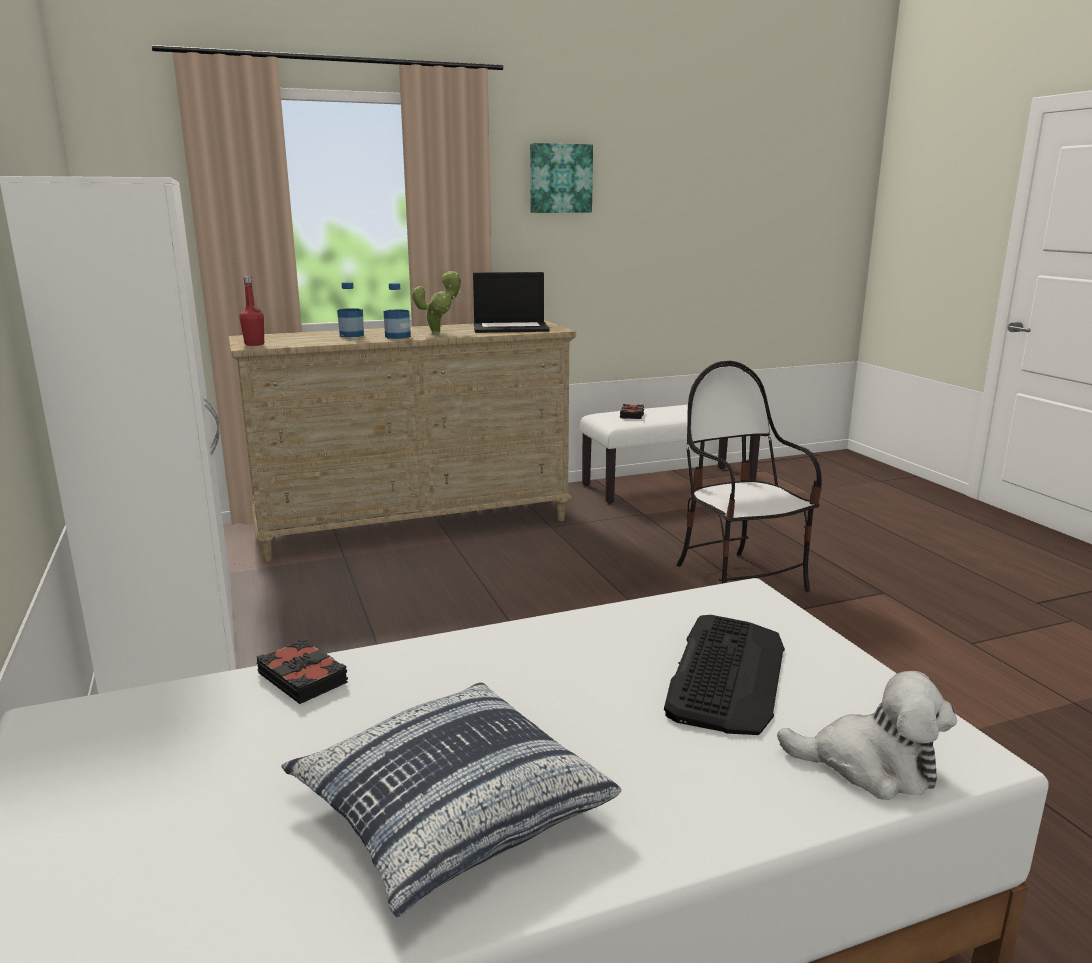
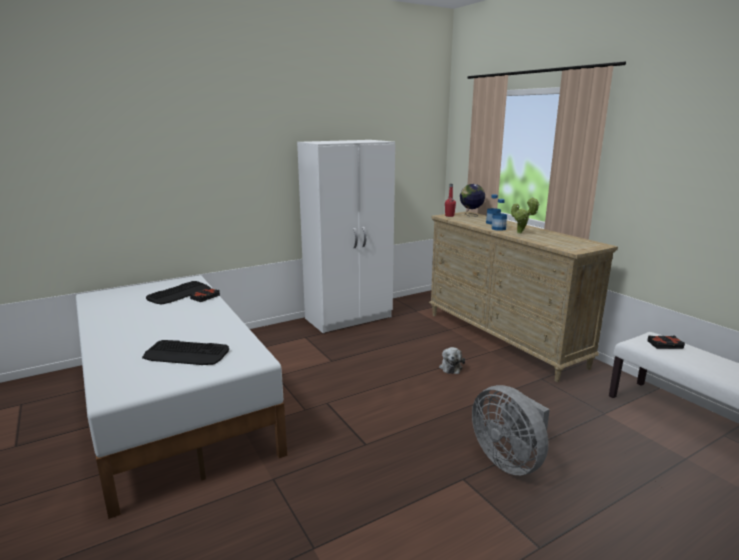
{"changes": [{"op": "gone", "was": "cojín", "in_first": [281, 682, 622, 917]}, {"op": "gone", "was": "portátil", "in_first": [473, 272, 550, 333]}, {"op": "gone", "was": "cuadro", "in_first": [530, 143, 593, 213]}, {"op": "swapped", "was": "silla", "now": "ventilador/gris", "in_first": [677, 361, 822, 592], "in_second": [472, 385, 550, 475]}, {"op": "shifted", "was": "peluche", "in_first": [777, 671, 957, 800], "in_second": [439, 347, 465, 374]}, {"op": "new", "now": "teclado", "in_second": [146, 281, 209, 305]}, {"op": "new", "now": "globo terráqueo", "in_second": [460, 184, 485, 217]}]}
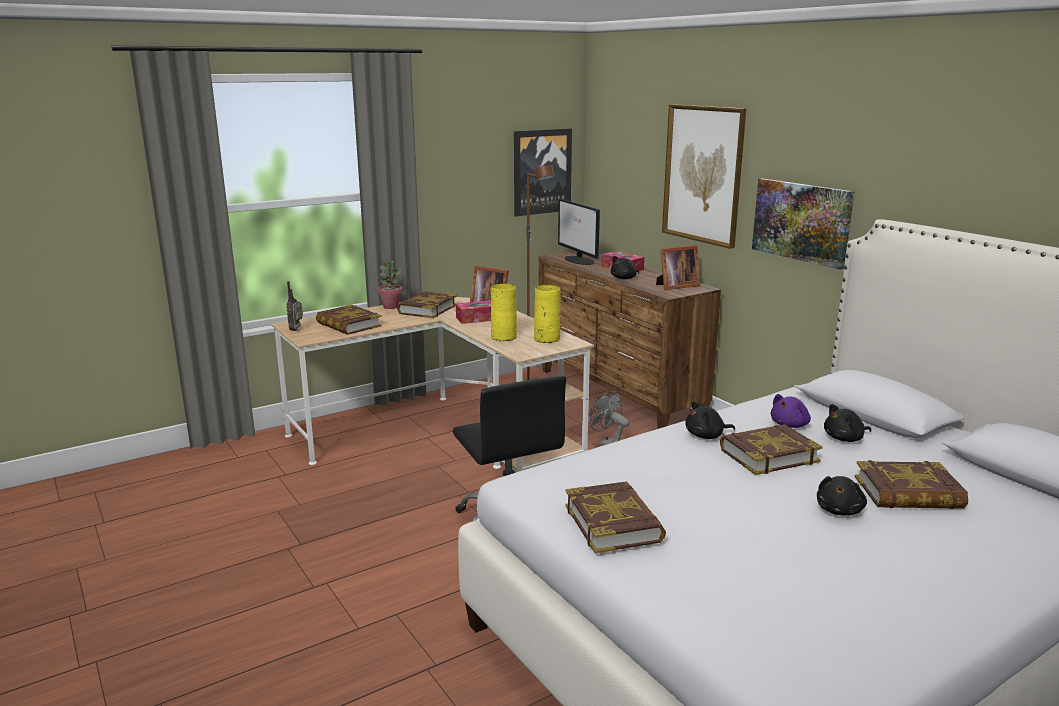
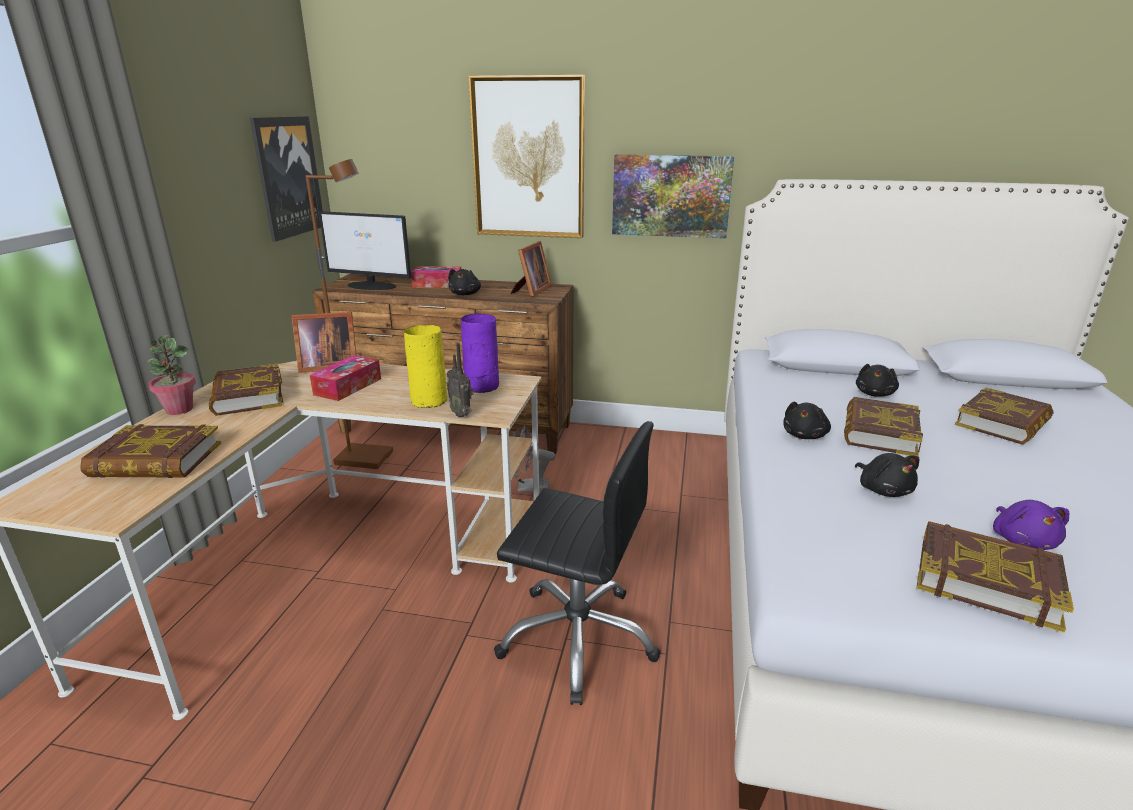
{"changes": [{"op": "shifted", "was": "radio", "in_first": [286, 281, 303, 331], "in_second": [446, 343, 474, 418]}, {"op": "repainted", "was": "florero/amarillo", "now": "florero/morado", "in_first": [534, 285, 561, 343], "in_second": [461, 314, 499, 393]}, {"op": "shifted", "was": "peluche/morado", "in_first": [770, 394, 811, 428], "in_second": [993, 500, 1069, 550]}, {"op": "shifted", "was": "peluche/negro", "in_first": [817, 476, 867, 515], "in_second": [855, 453, 920, 497]}]}
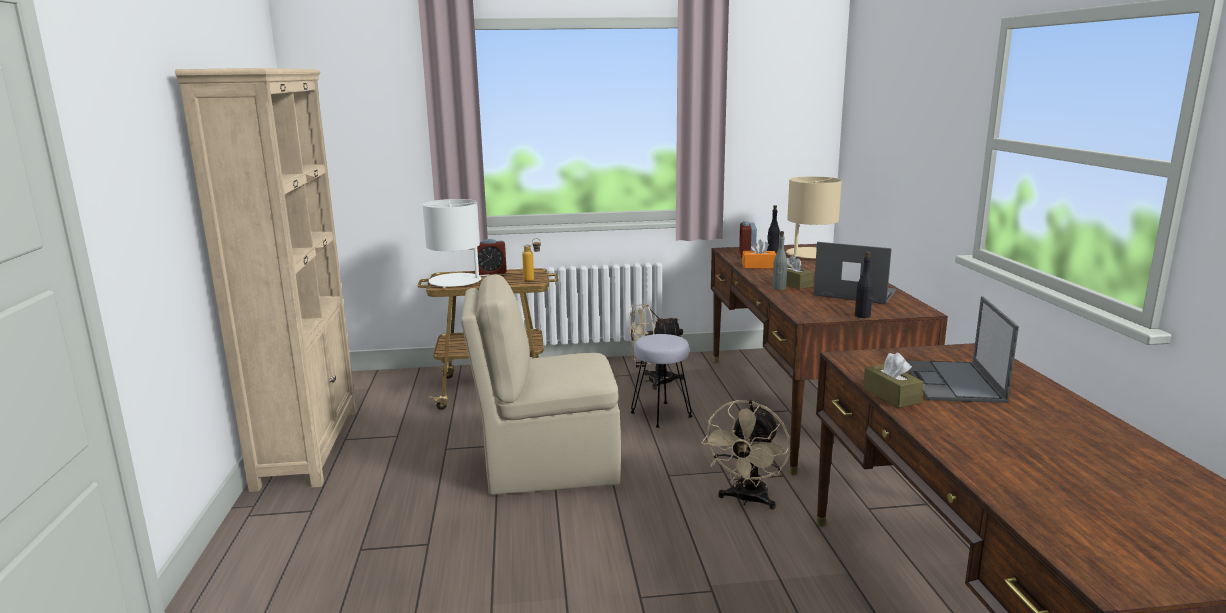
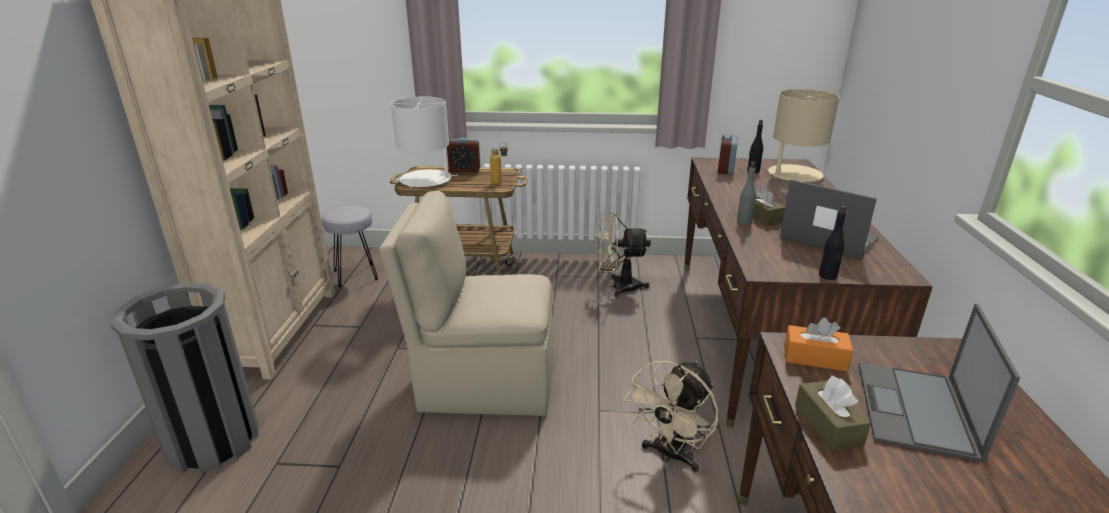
{"changes": [{"op": "shifted", "was": "taburete/gris", "in_first": [630, 334, 692, 428], "in_second": [322, 206, 378, 287]}, {"op": "shifted", "was": "caja de pañuelos/naranja", "in_first": [742, 240, 776, 268], "in_second": [784, 317, 853, 371]}, {"op": "new", "now": "papelera/gris", "in_second": [110, 283, 258, 473]}]}
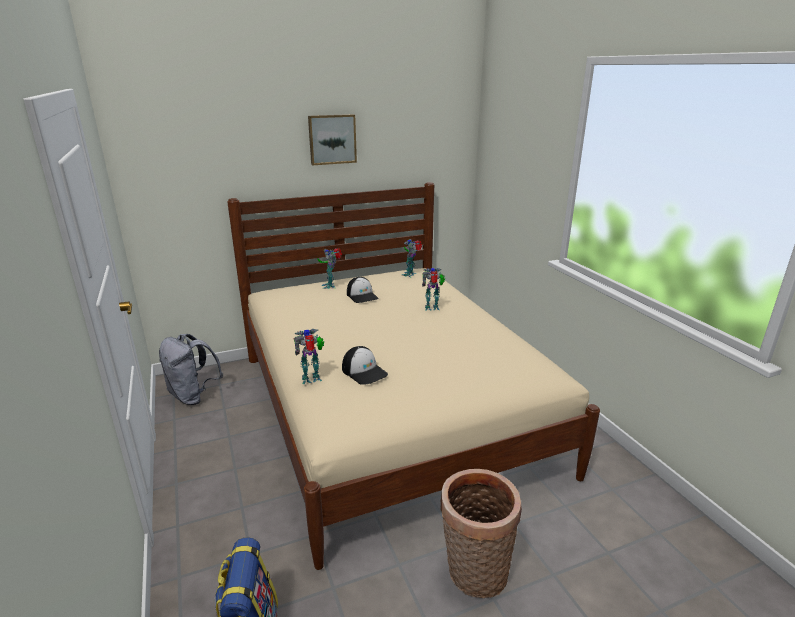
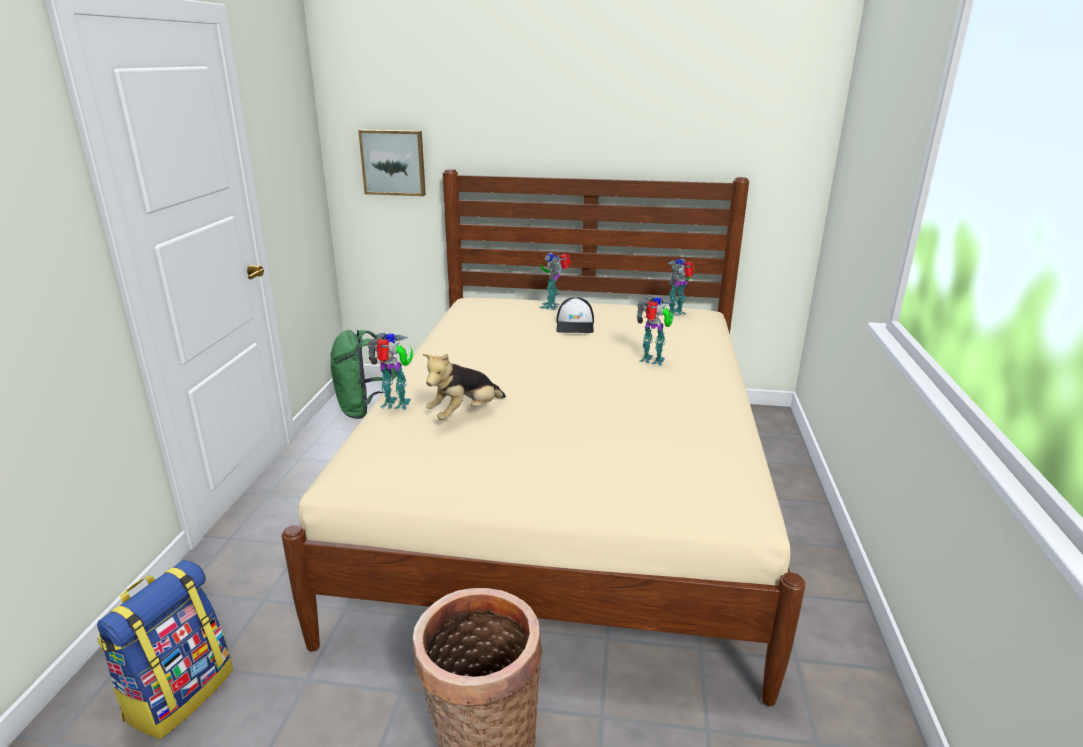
{"changes": [{"op": "repainted", "was": "mochila/gris", "now": "mochila/verde", "in_first": [159, 334, 223, 405], "in_second": [331, 330, 397, 419]}, {"op": "shifted", "was": "cuadro", "in_first": [308, 114, 357, 165], "in_second": [358, 129, 426, 196]}, {"op": "swapped", "was": "gorra", "now": "peluche", "in_first": [342, 346, 388, 385], "in_second": [423, 353, 506, 420]}]}
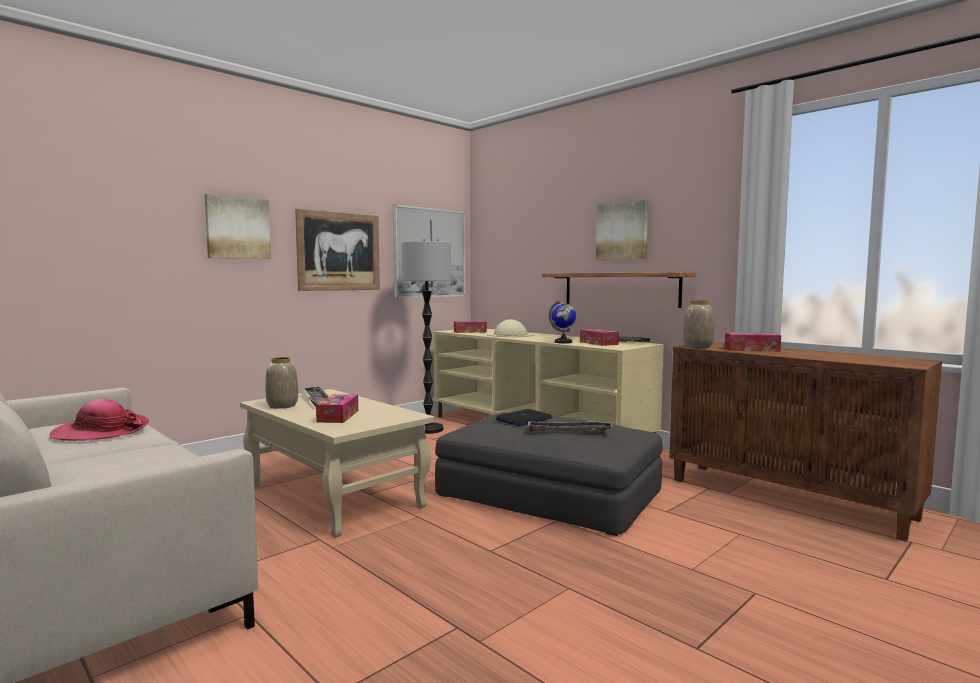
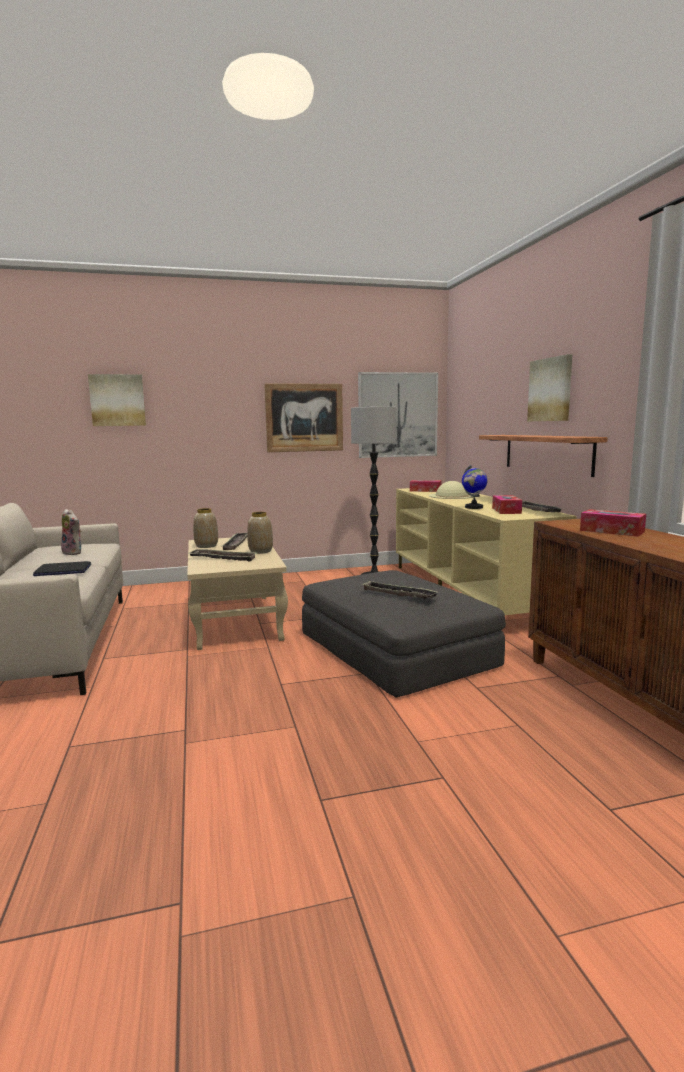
{"changes": [{"op": "swapped", "was": "sombrero", "now": "peluche", "in_first": [49, 399, 149, 441], "in_second": [61, 509, 81, 555]}, {"op": "shifted", "was": "cuadro", "in_first": [205, 194, 271, 259], "in_second": [88, 374, 146, 426]}, {"op": "swapped", "was": "caja de pañuelos", "now": "bandeja", "in_first": [316, 394, 358, 423], "in_second": [188, 549, 257, 562]}, {"op": "shifted", "was": "portátil", "in_first": [496, 409, 552, 426], "in_second": [33, 561, 91, 576]}, {"op": "shifted", "was": "florero", "in_first": [683, 300, 714, 348], "in_second": [247, 512, 273, 554]}]}
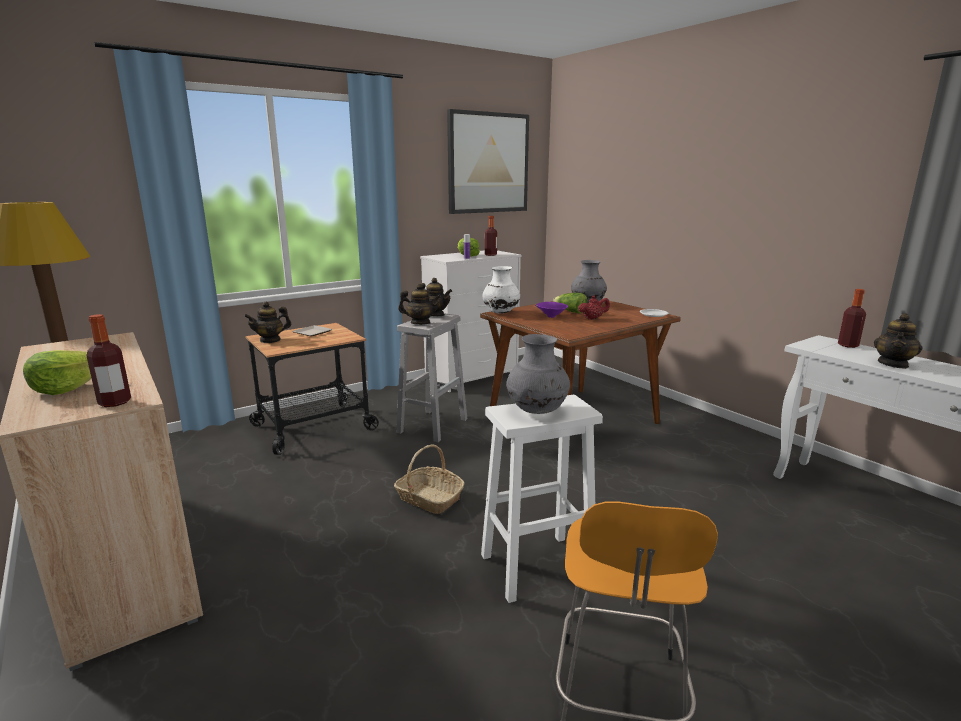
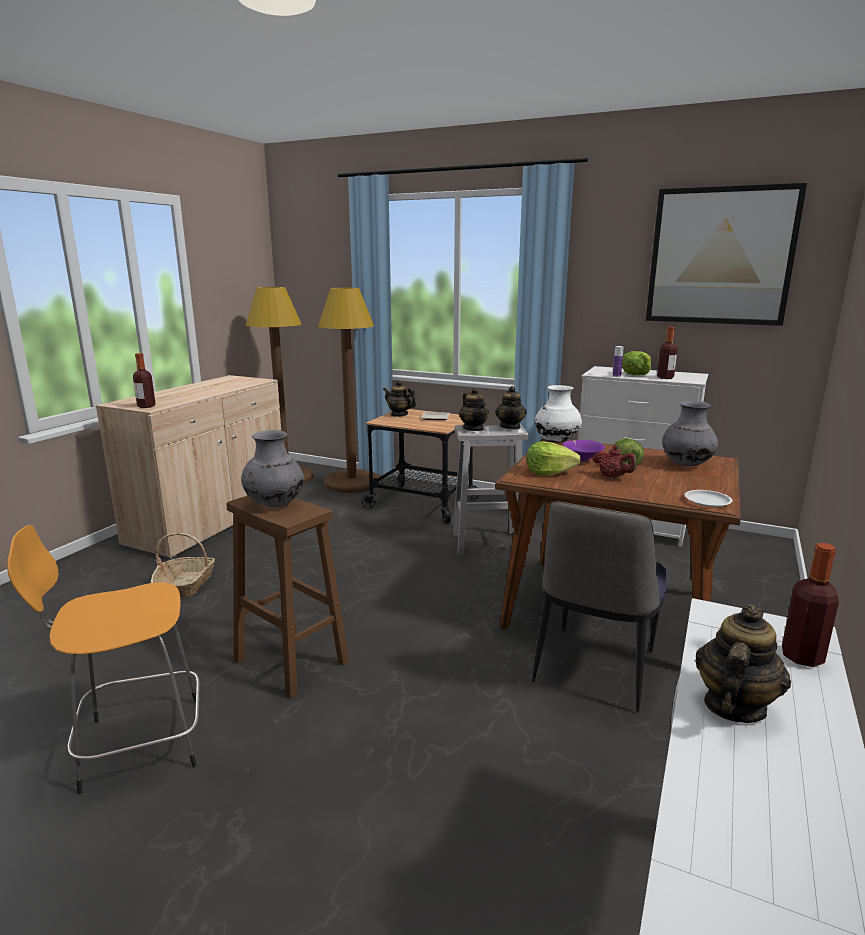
{"changes": [{"op": "shifted", "was": "lechuga", "in_first": [23, 350, 92, 395], "in_second": [527, 441, 581, 476]}, {"op": "shifted", "was": "cesta", "in_first": [394, 445, 465, 514], "in_second": [151, 533, 215, 597]}, {"op": "repainted", "was": "taburete/blanco", "now": "taburete/marrón", "in_first": [481, 395, 603, 603], "in_second": [226, 496, 349, 698]}, {"op": "rotated", "was": "tetera", "in_first": [874, 313, 922, 369], "in_second": [695, 604, 791, 723], "clockwise": 120}, {"op": "new", "now": "lámpara de pie/marrón", "in_second": [318, 288, 380, 493]}, {"op": "new", "now": "silla", "in_second": [532, 502, 668, 712]}]}
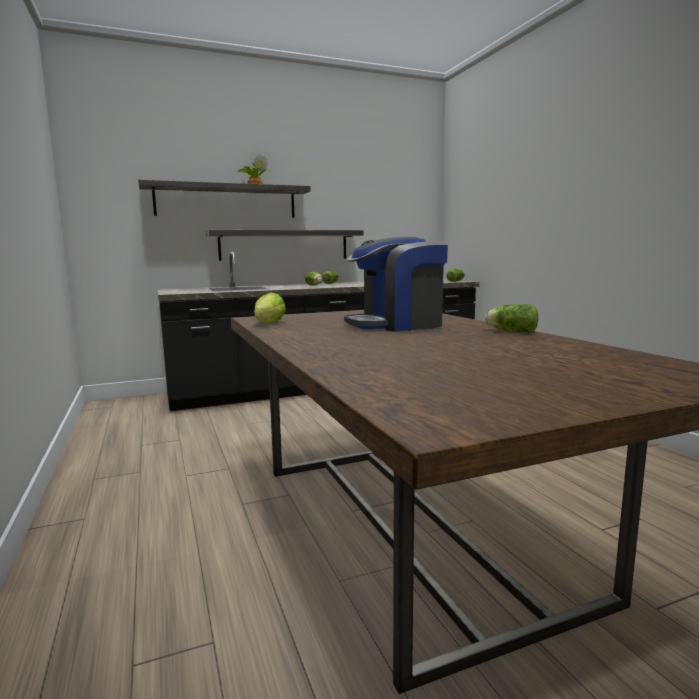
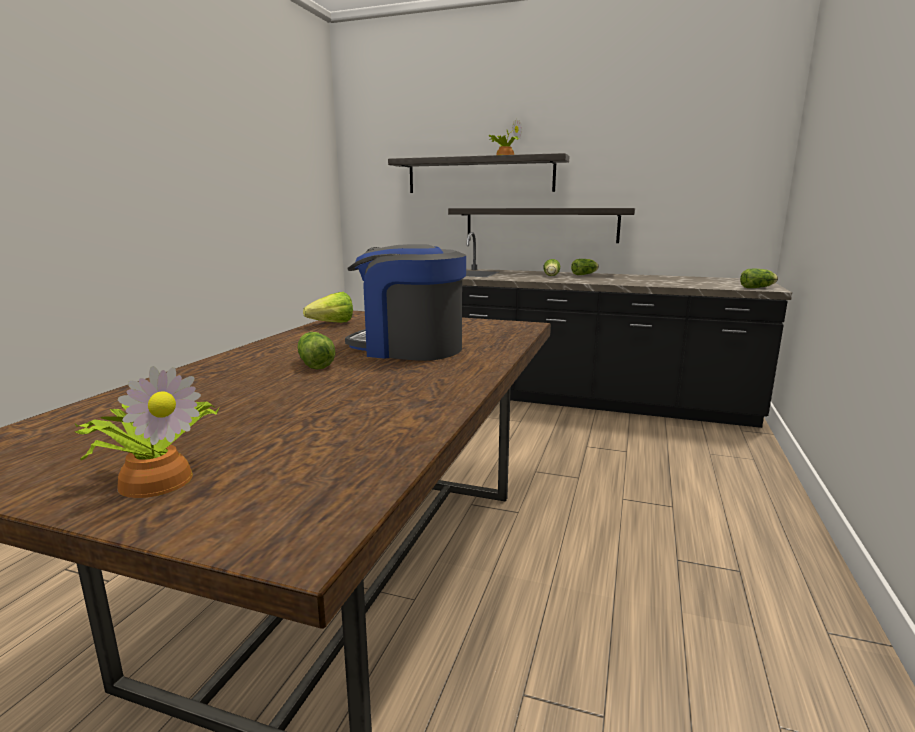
{"changes": [{"op": "shifted", "was": "lechuga", "in_first": [485, 304, 538, 333], "in_second": [298, 332, 335, 369]}, {"op": "new", "now": "planta en maceta", "in_second": [74, 366, 220, 498]}]}
